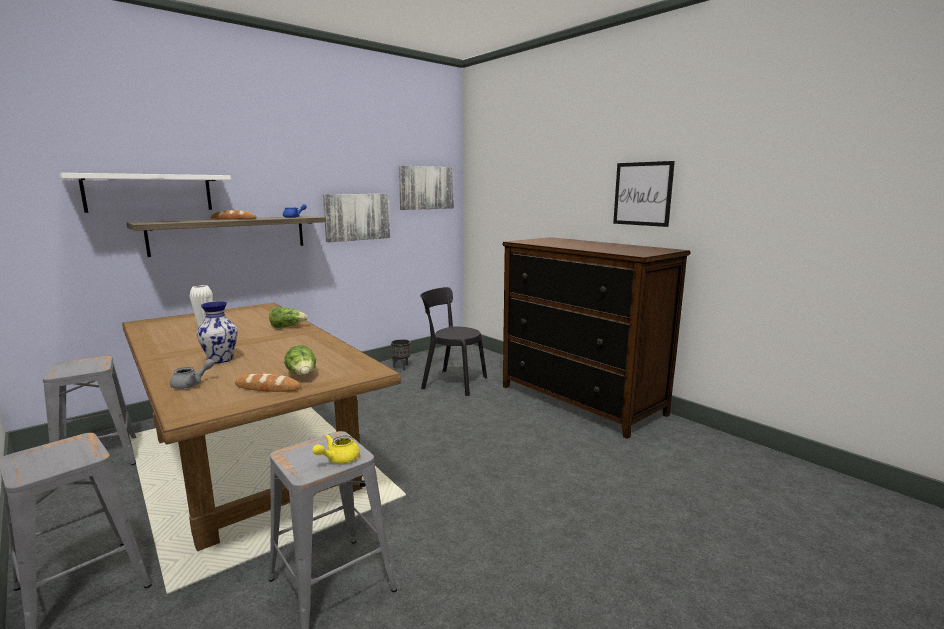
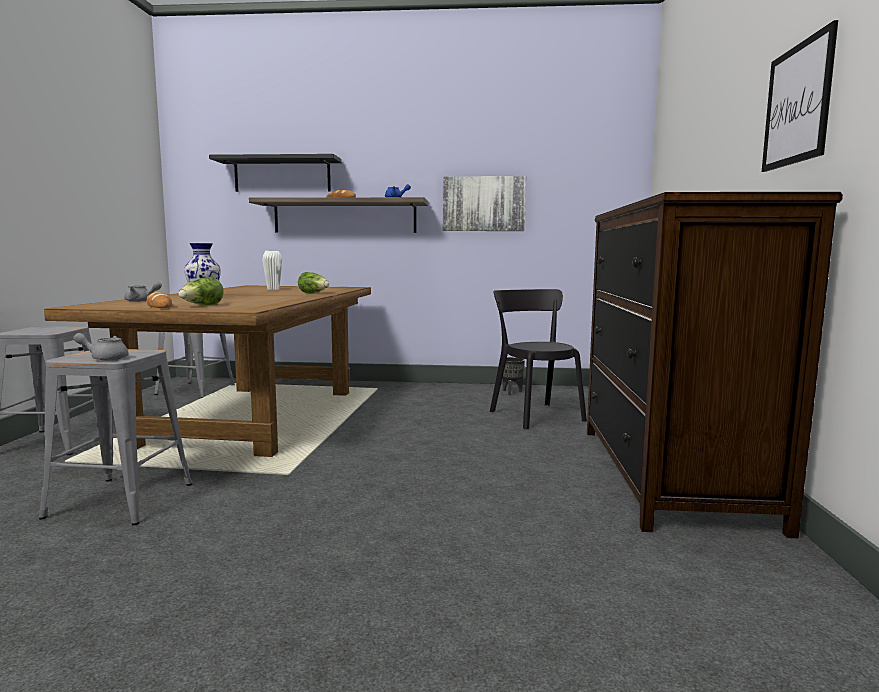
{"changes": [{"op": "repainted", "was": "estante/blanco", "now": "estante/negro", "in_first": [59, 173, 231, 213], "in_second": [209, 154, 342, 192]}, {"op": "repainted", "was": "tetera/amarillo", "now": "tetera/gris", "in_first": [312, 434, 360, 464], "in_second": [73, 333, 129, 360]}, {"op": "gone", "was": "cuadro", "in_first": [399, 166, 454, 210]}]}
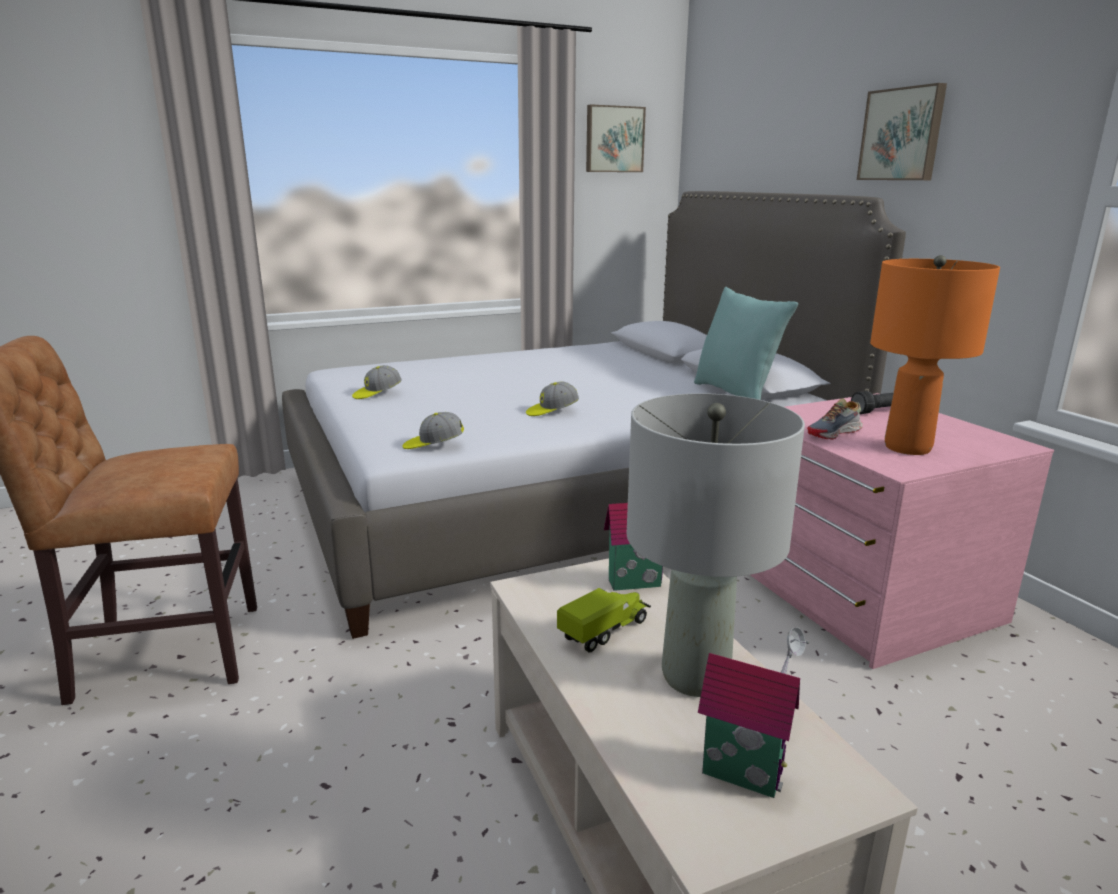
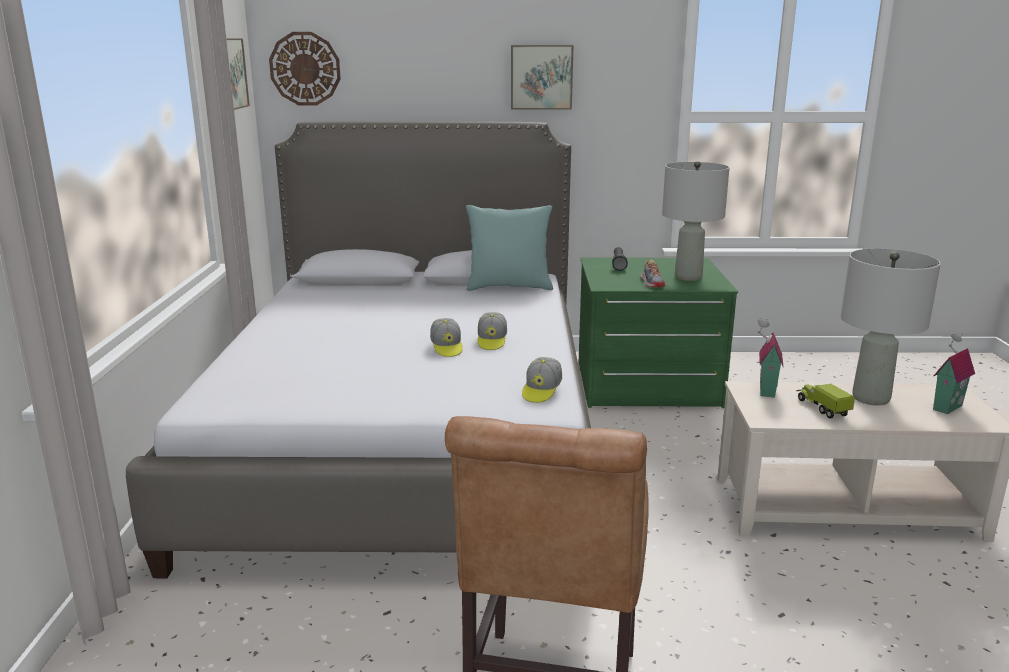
{"changes": [{"op": "shifted", "was": "gorra", "in_first": [352, 365, 401, 399], "in_second": [430, 318, 463, 357]}, {"op": "repainted", "was": "cómoda/rosa", "now": "cómoda/verde", "in_first": [750, 393, 1054, 669], "in_second": [579, 257, 738, 408]}, {"op": "repainted", "was": "lámpara de mesa/naranja", "now": "lámpara de mesa/gris", "in_first": [870, 255, 1000, 455], "in_second": [662, 161, 730, 281]}, {"op": "new", "now": "reloj de pared", "in_second": [269, 32, 341, 105]}]}
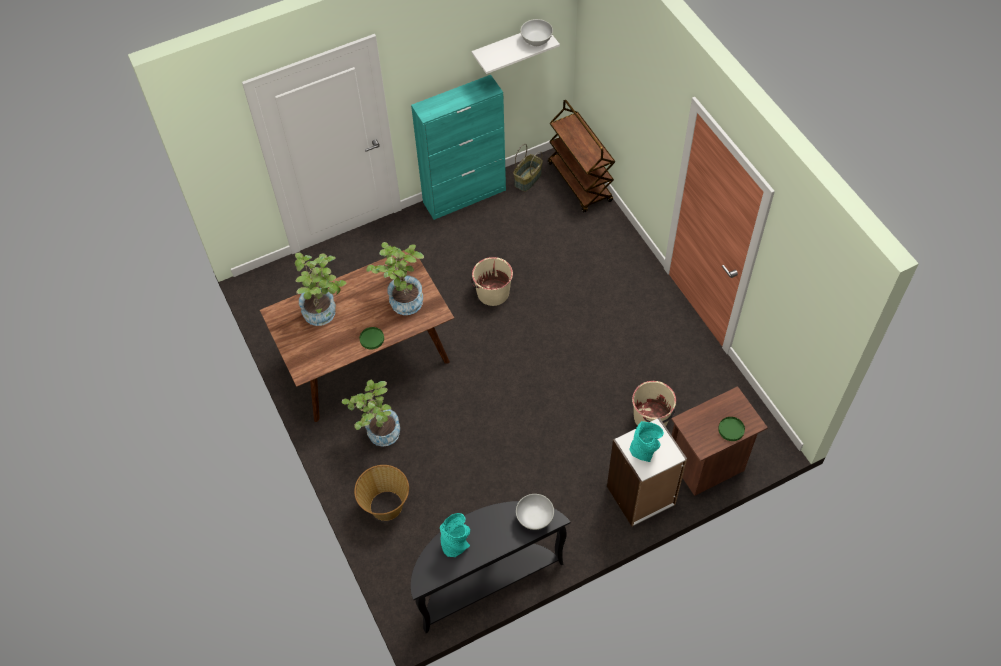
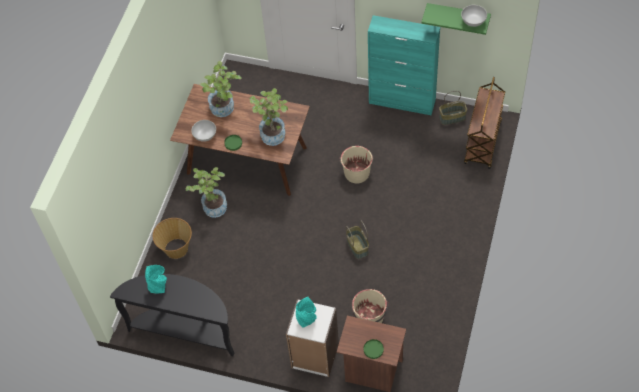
{"changes": [{"op": "repainted", "was": "estante/blanco", "now": "estante/verde", "in_first": [472, 33, 560, 74], "in_second": [421, 3, 491, 35]}, {"op": "shifted", "was": "cuenco/blanco", "in_first": [516, 494, 554, 530], "in_second": [191, 120, 216, 142]}, {"op": "new", "now": "cesta", "in_second": [346, 220, 369, 259]}]}
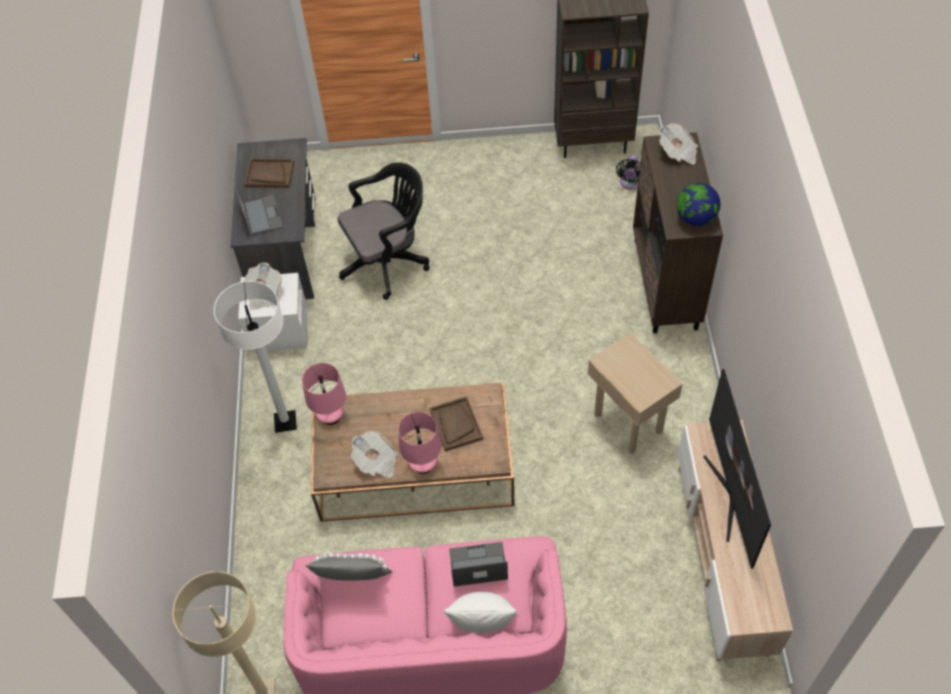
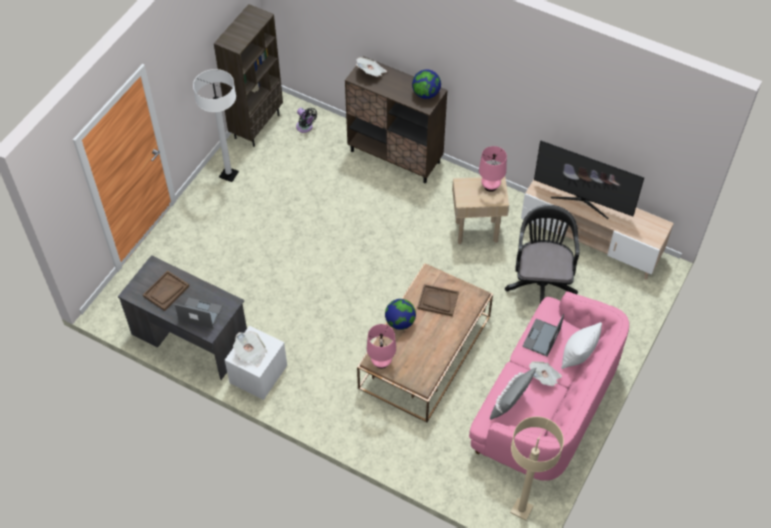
{"changes": [{"op": "shifted", "was": "lámpara de pie/blanco", "in_first": [214, 281, 297, 433], "in_second": [193, 69, 239, 182]}, {"op": "shifted", "was": "silla de oficina/negro", "in_first": [338, 162, 429, 300], "in_second": [505, 205, 579, 303]}, {"op": "shifted", "was": "periódico", "in_first": [351, 431, 398, 478], "in_second": [529, 361, 562, 386]}, {"op": "shifted", "was": "lámpara de mesa/rosa", "in_first": [398, 412, 441, 474], "in_second": [479, 146, 507, 192]}, {"op": "new", "now": "globo terráqueo", "in_second": [385, 299, 416, 330]}]}
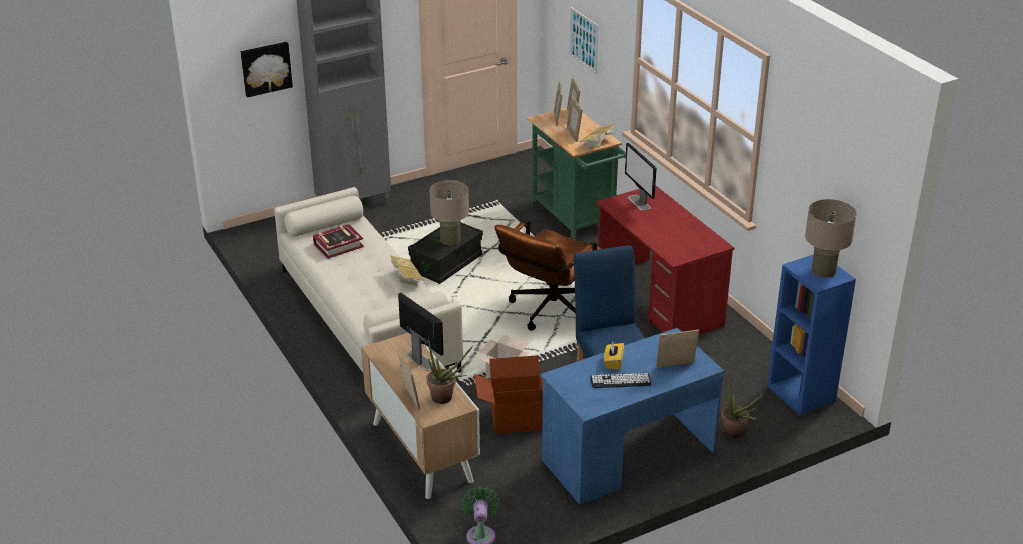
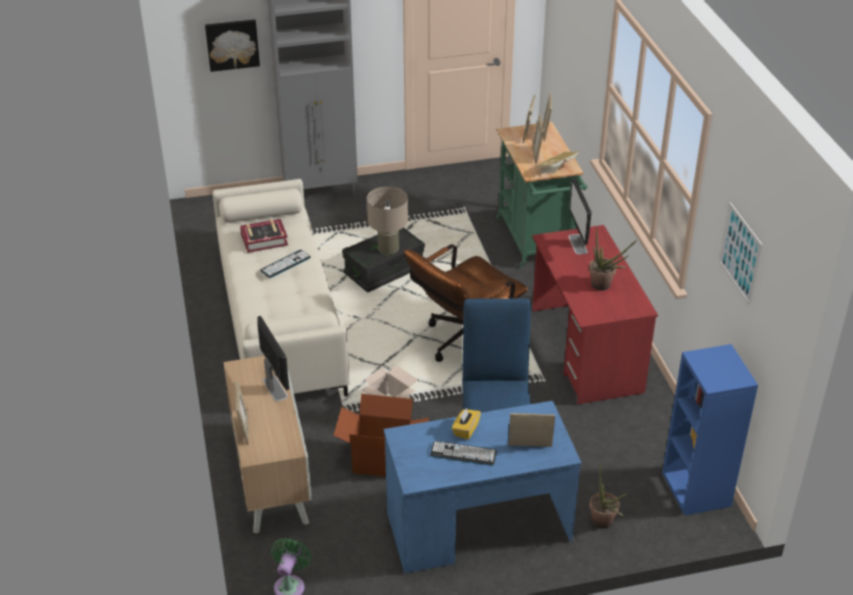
{"changes": [{"op": "gone", "was": "libro", "in_first": [390, 255, 424, 286]}, {"op": "shifted", "was": "planta en maceta", "in_first": [426, 338, 473, 404], "in_second": [589, 227, 637, 291]}, {"op": "shifted", "was": "cuadro", "in_first": [569, 7, 599, 74], "in_second": [719, 202, 763, 306]}, {"op": "gone", "was": "lámpara de mesa/beis", "in_first": [805, 199, 857, 278]}, {"op": "new", "now": "teclado", "in_second": [260, 250, 311, 278]}]}
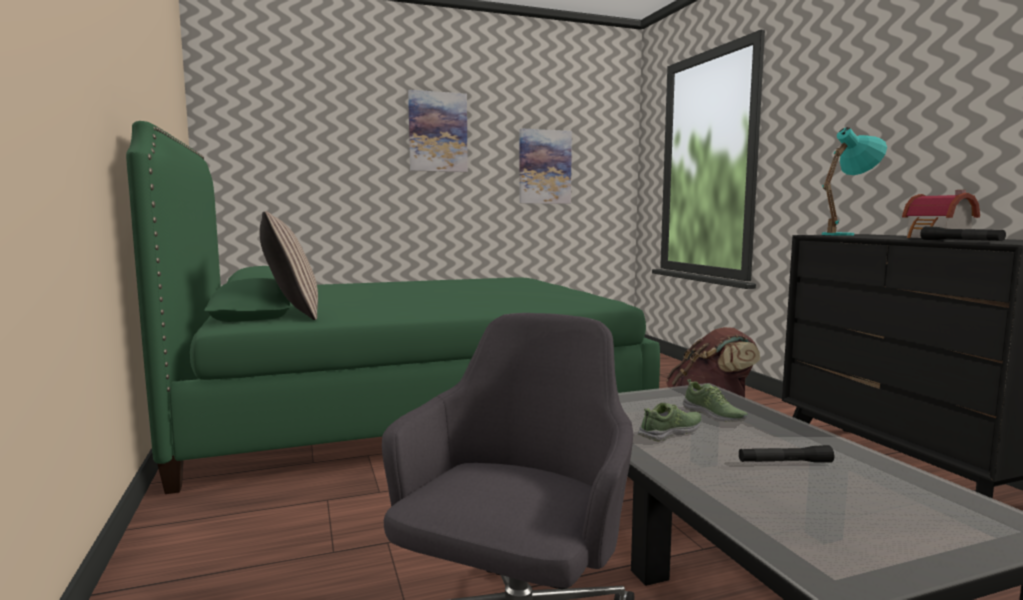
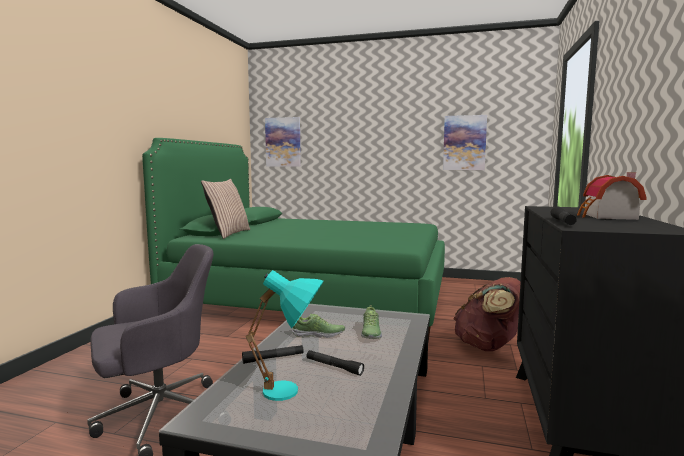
{"changes": [{"op": "shifted", "was": "cuadro", "in_first": [408, 90, 468, 172], "in_second": [265, 117, 301, 167]}, {"op": "shifted", "was": "lámpara de mesa/turquesa", "in_first": [822, 127, 887, 236], "in_second": [246, 270, 323, 401]}, {"op": "new", "now": "linterna/negro", "in_second": [242, 345, 304, 364]}]}
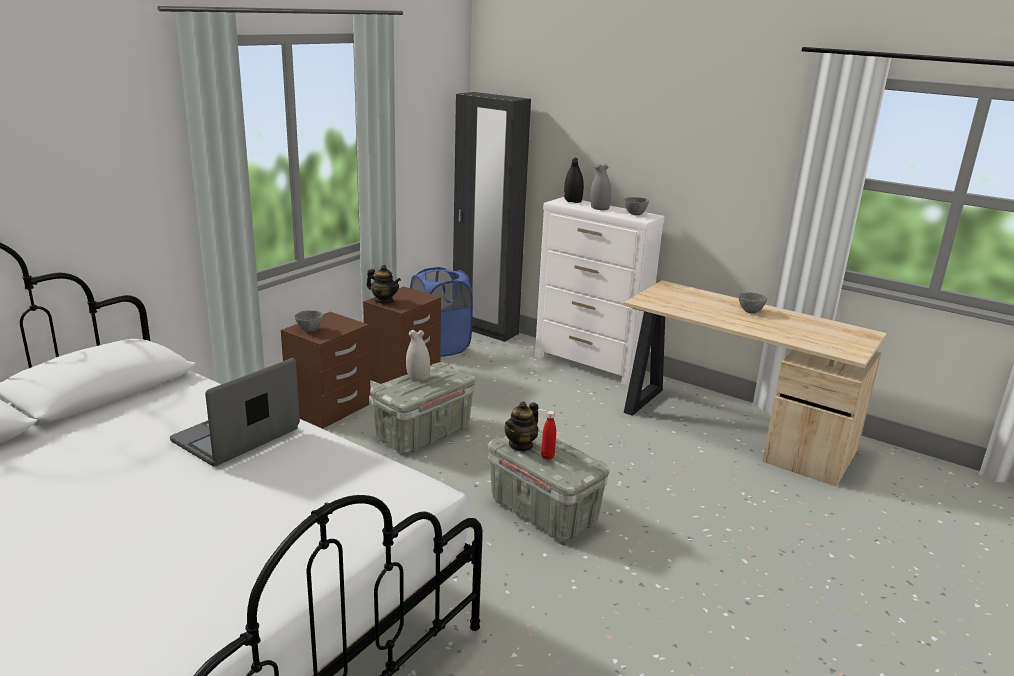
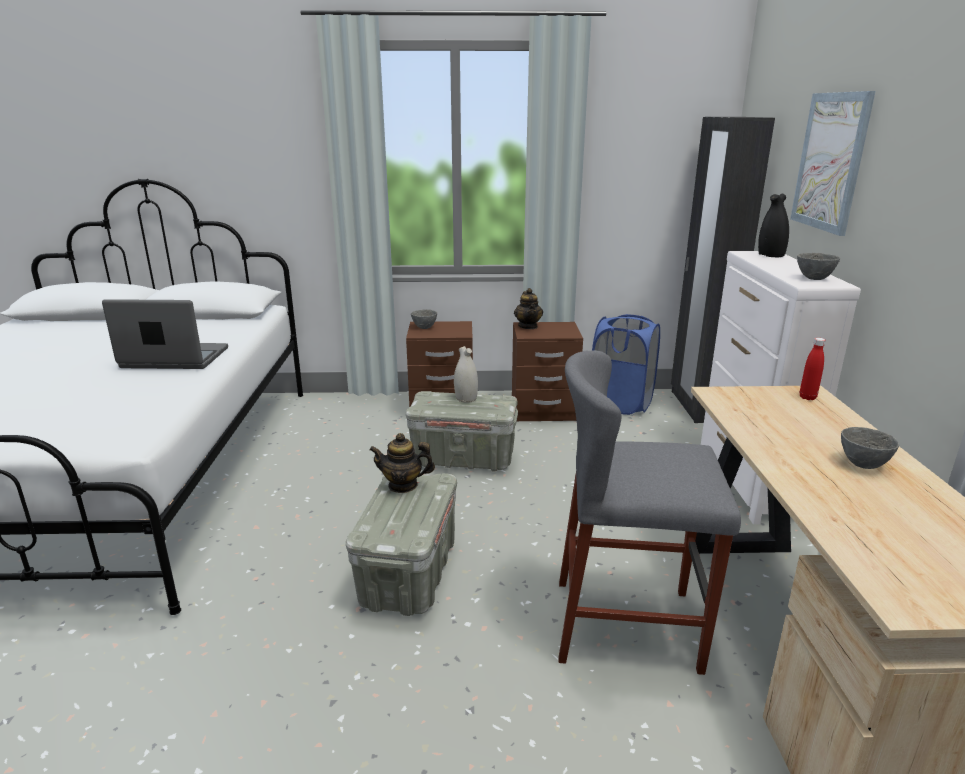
{"changes": [{"op": "shifted", "was": "botella/rojo", "in_first": [541, 411, 556, 460], "in_second": [800, 338, 826, 400]}, {"op": "gone", "was": "florero/gris", "in_first": [590, 164, 611, 210]}, {"op": "new", "now": "taburete/gris", "in_second": [558, 350, 741, 675]}, {"op": "new", "now": "cuadro", "in_second": [790, 91, 875, 236]}]}
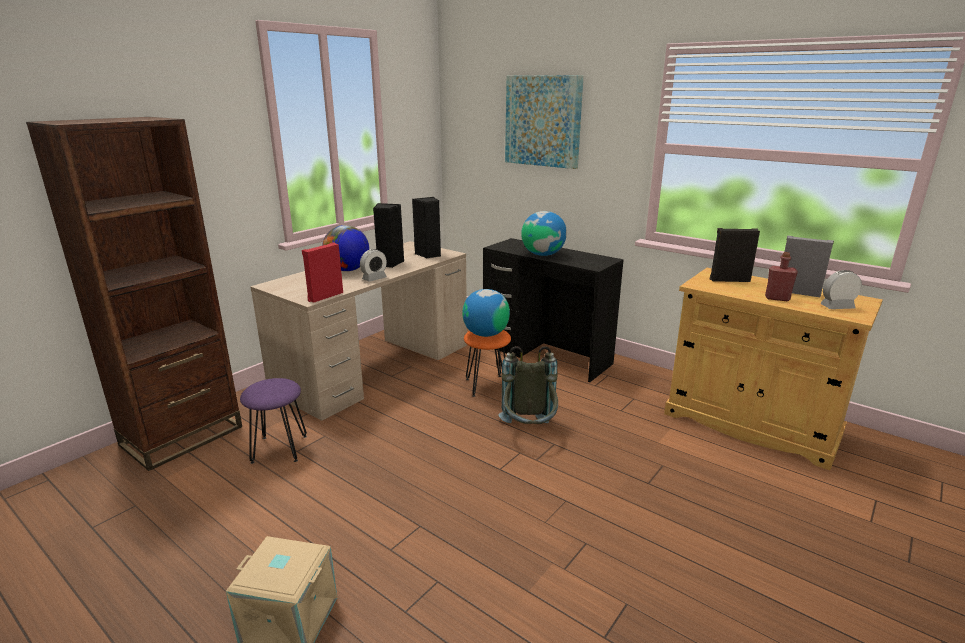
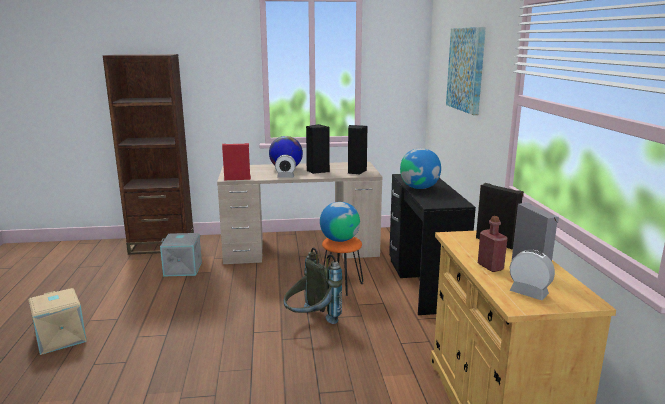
{"changes": [{"op": "swapped", "was": "taburete/morado", "now": "caja de almacenaje/gris", "in_first": [240, 378, 307, 464], "in_second": [160, 233, 202, 277]}]}
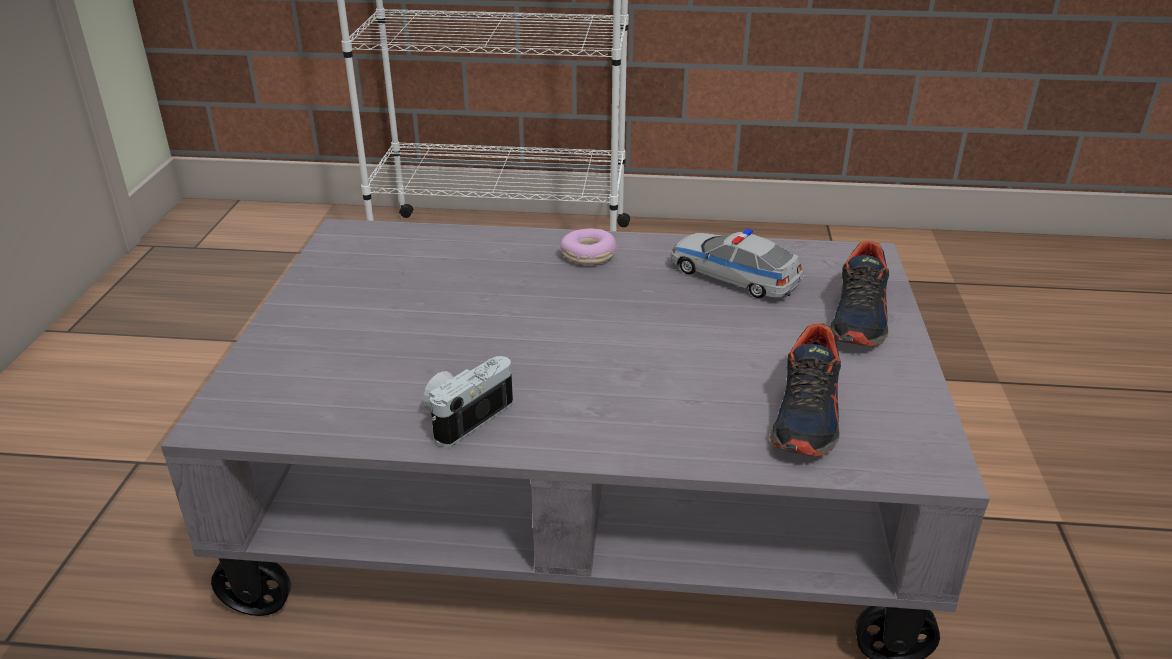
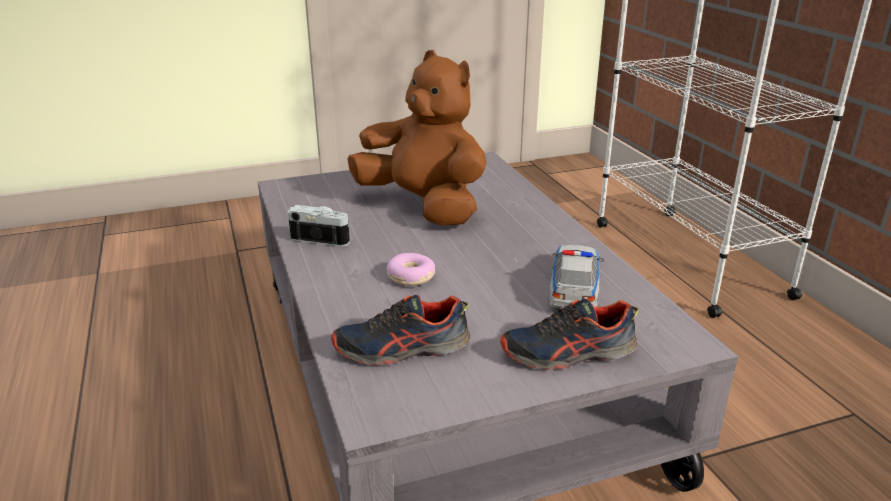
{"changes": [{"op": "shifted", "was": "rosquilla", "in_first": [560, 229, 617, 265], "in_second": [386, 253, 435, 286]}, {"op": "new", "now": "peluche/marrón", "in_second": [347, 50, 486, 225]}]}
